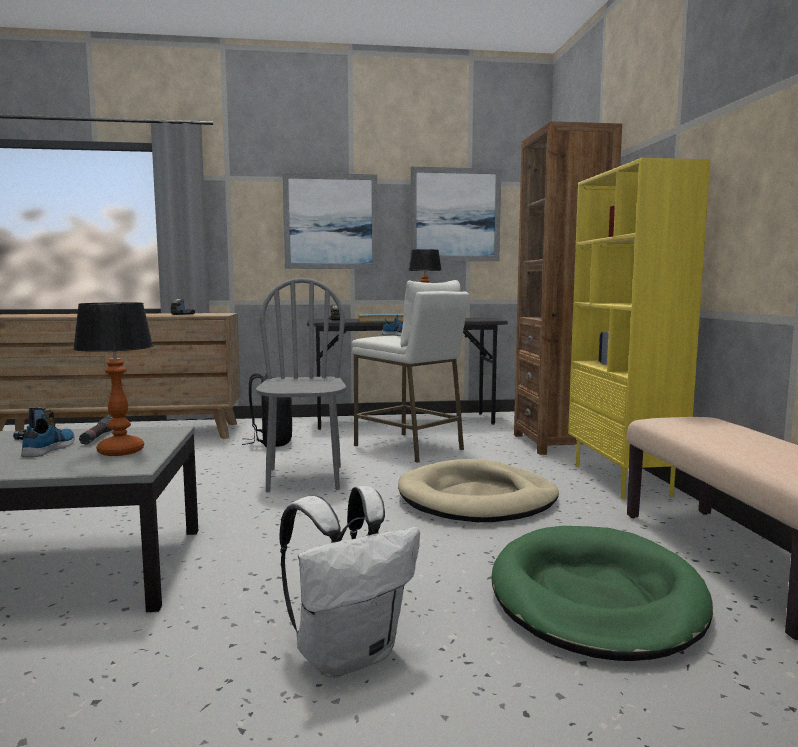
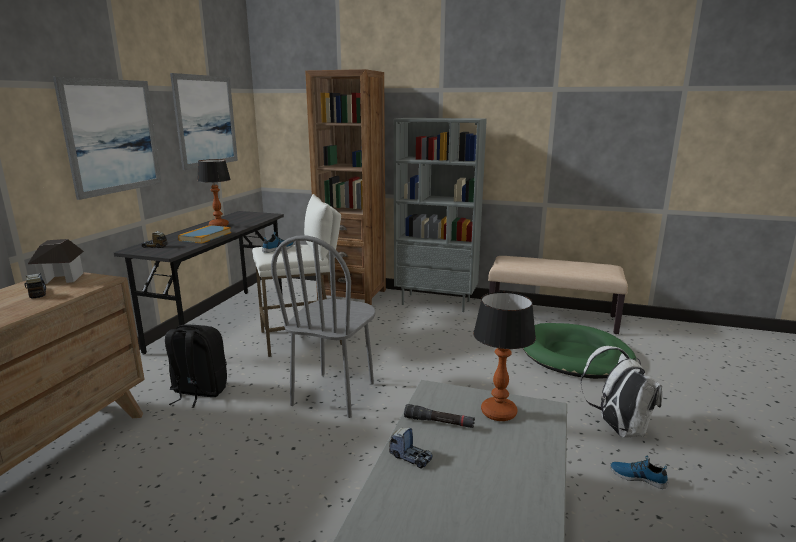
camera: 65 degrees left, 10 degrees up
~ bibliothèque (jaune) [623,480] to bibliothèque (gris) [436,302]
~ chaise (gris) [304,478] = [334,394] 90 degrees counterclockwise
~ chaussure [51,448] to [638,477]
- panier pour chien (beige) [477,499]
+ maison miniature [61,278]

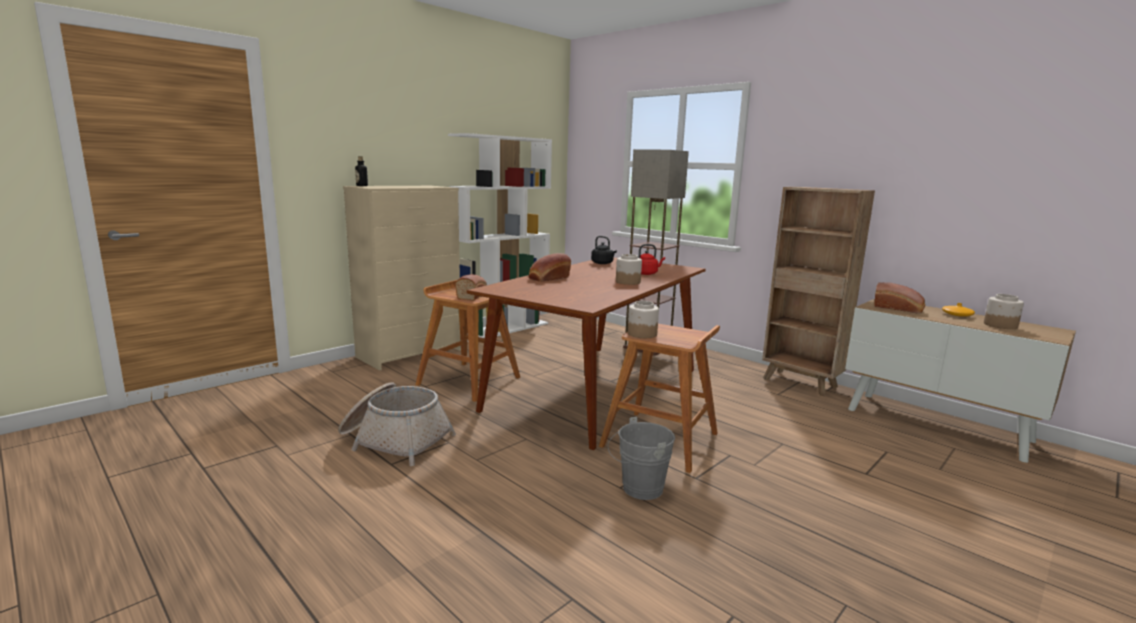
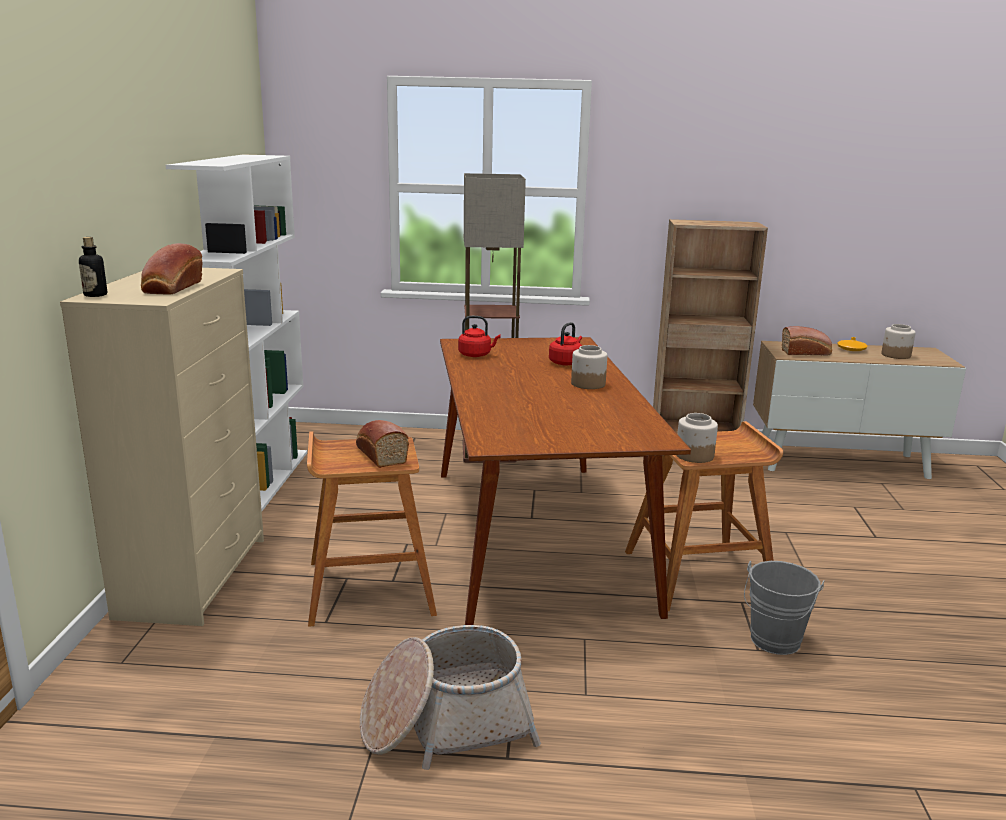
camera: 40 degrees left, 5 degrees up
~ bouilloire (noir) [603,263] to bouilloire (rouge) [476,355]
~ pain [548,278] to [172,288]

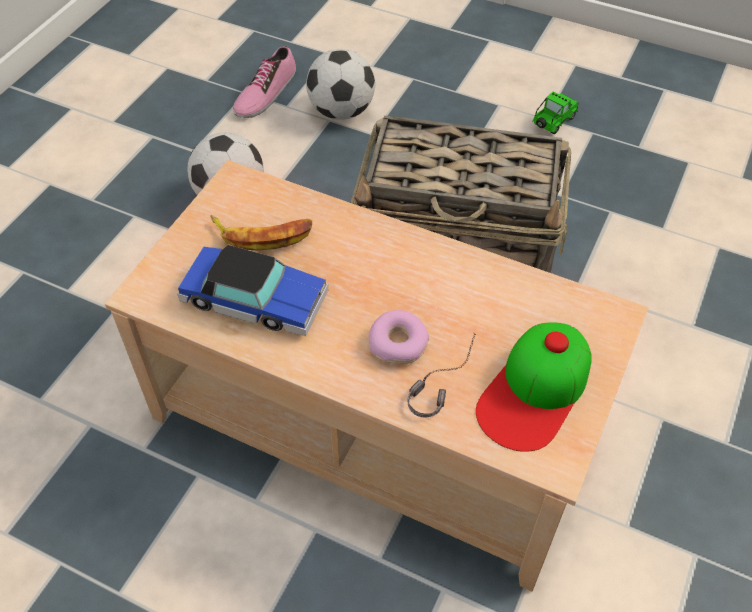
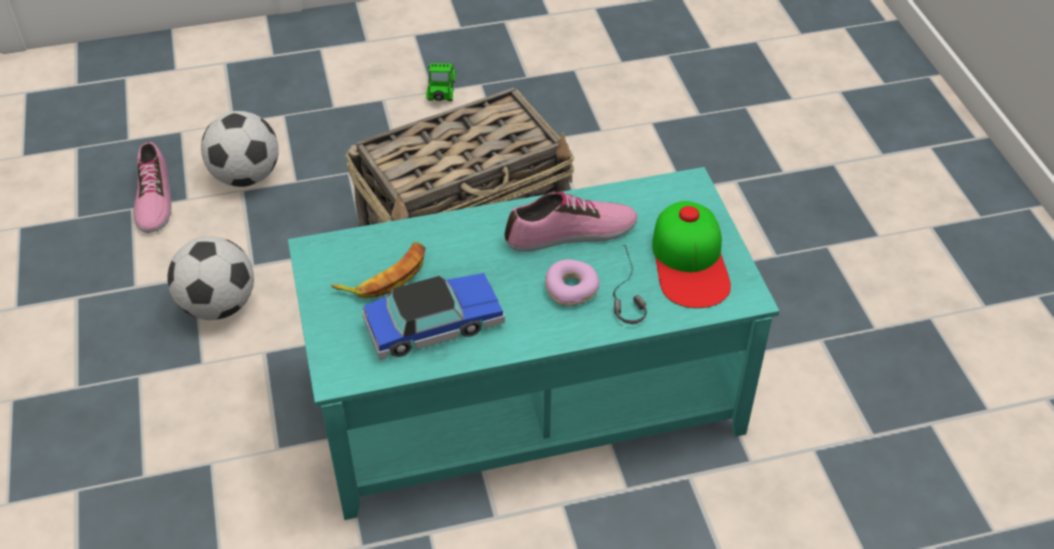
camera: 40 degrees left, 5 degrees down
~ table basse (beige) [378,416] to table basse (turquoise) [526,394]
+ chaussure [571,234]

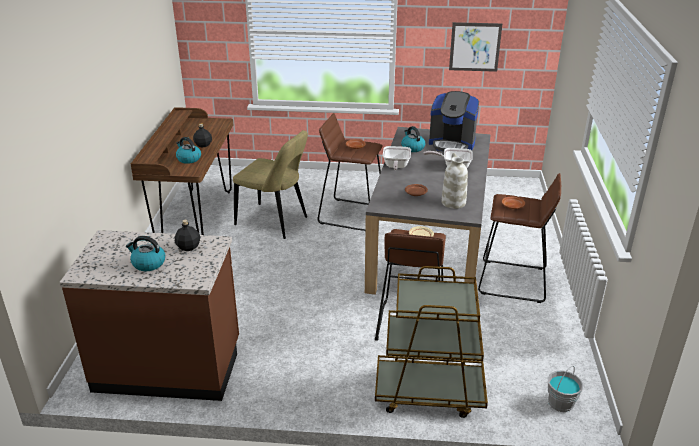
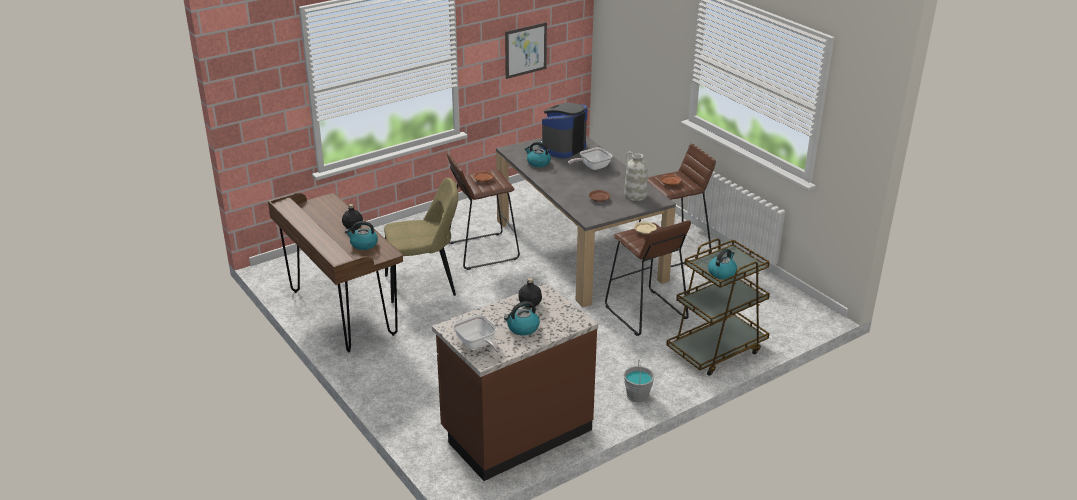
camera: 40 degrees left, 0 degrees up
~ machine à café [452,143] = [562,148] 150 degrees clockwise
~ poêle [395,166] to [477,345]
~ seau (gris) [561,403] to [638,395]
+ bouilloire [722,273]

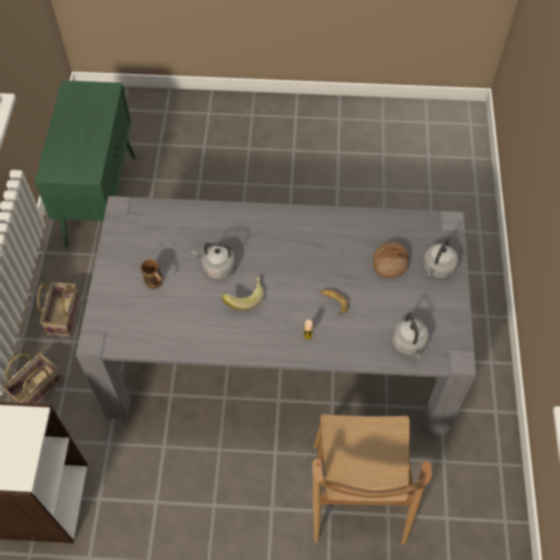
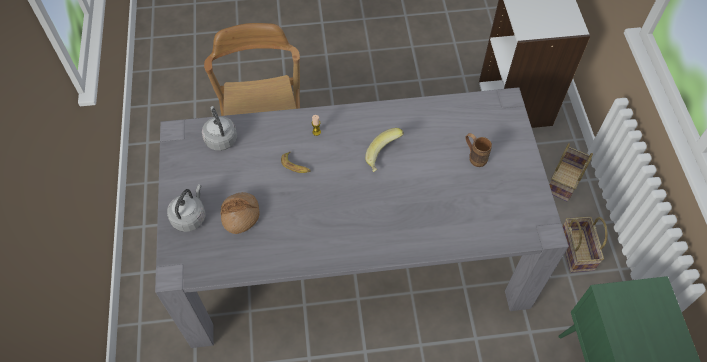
camera: 170 degrees right, 0 degrees up
- bouilloire (gris) [217,268]

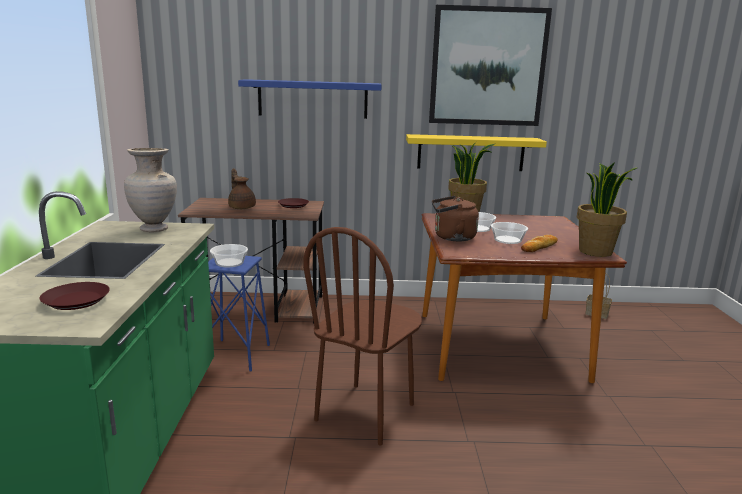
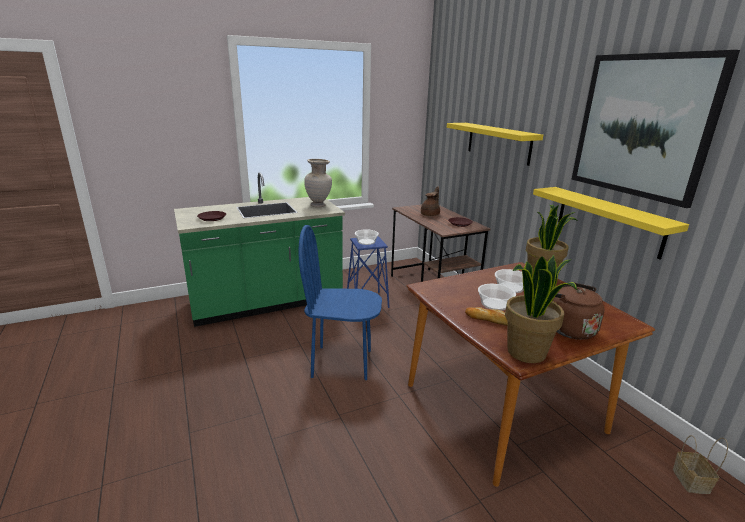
camera: 65 degrees right, 5 degrees up
~ étagère (bleu) [313,99] to étagère (jaune) [498,143]
~ bouilloire (marron) [452,237] to [567,328]
~ chaise (marron) [366,412] to chaise (bleu) [342,363]

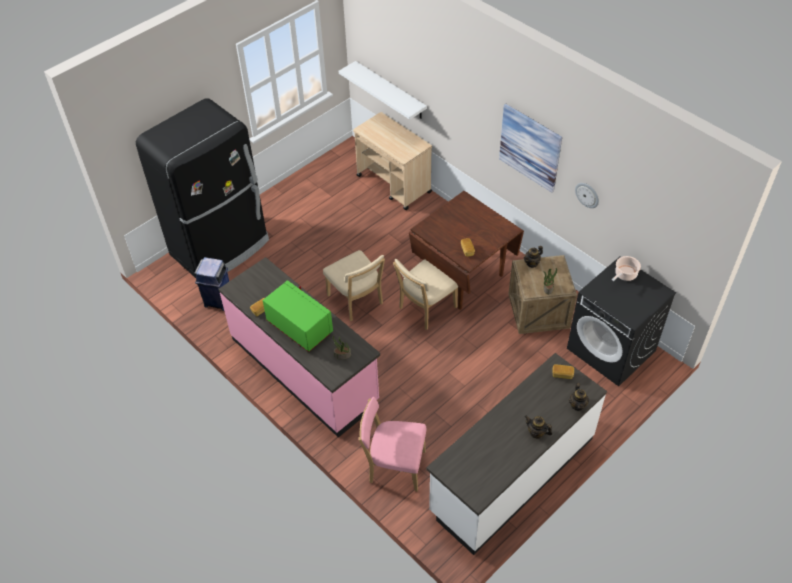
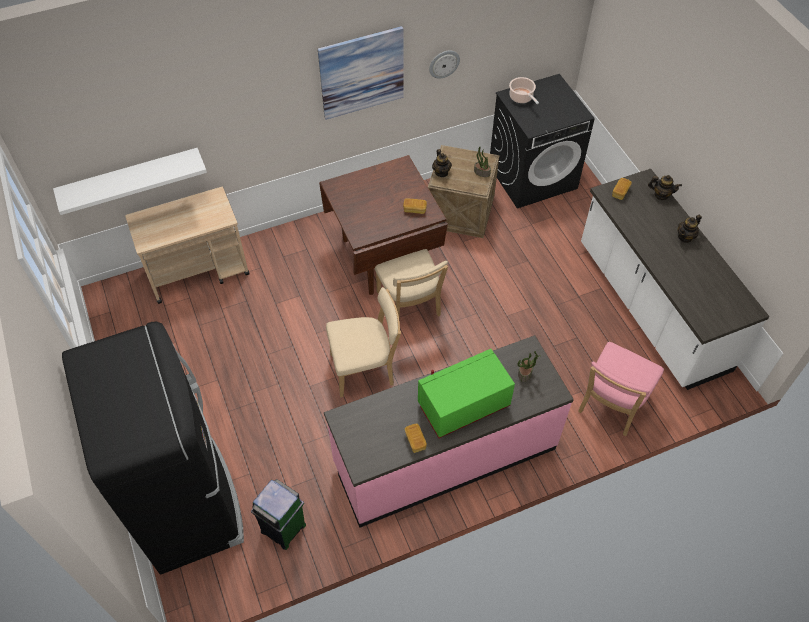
camera: 70 degrees left, 5 degrees up
~ poubelle (bleu) [218,301] to poubelle (vert) [284,529]

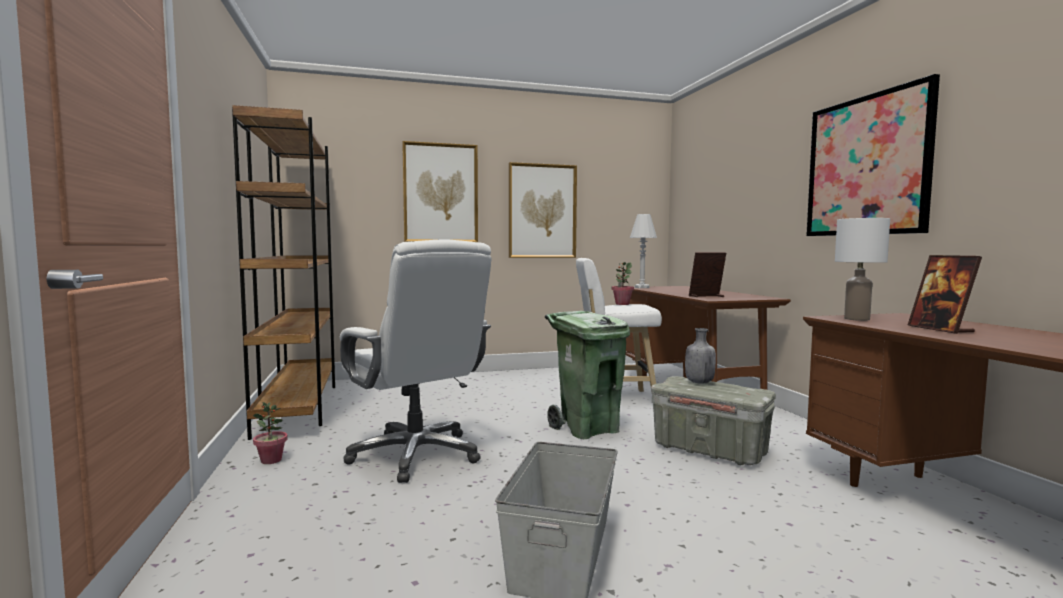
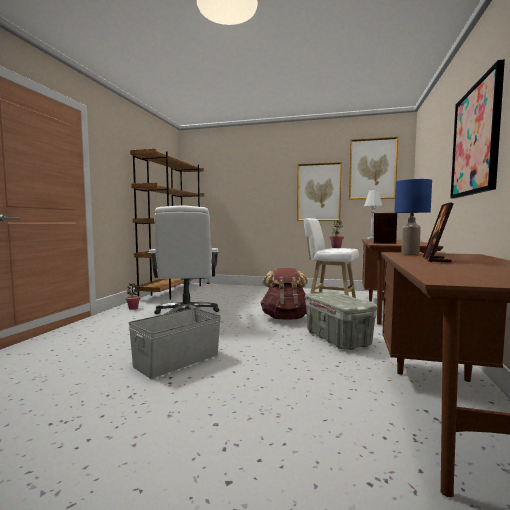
camera: 30 degrees right, 0 degrees up
~ tableau [440,193] to [372,169]
~ lampe de table (blanc) [857,319] to lampe de table (bleu) [410,254]
~ poubelle (vert) [587,429] to sac à dos (marron) [285,318]
- bouteille (gris) [698,382]

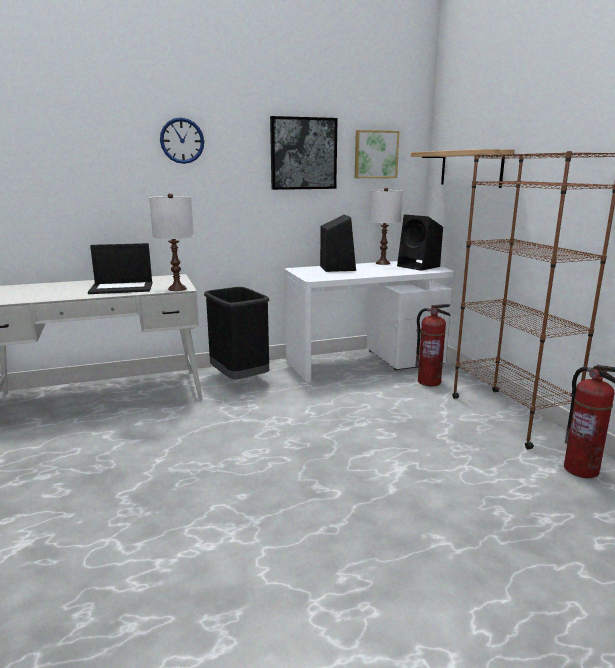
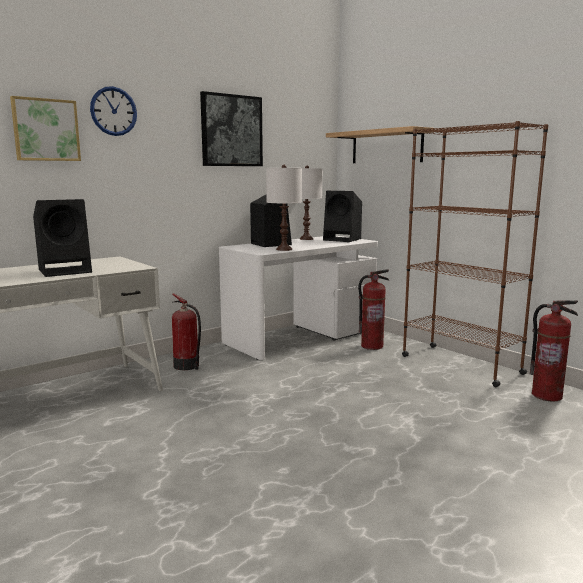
camera: 20 degrees left, 5 degrees down
~ tableau [375,154] to [46,130]
~ lampe de table (blanc) [177,289] to [284,249]
~ ordinateur portable [122,288] to enceinte (noir) [66,271]
~ poubelle (noir) [240,379] to extincteur [187,366]

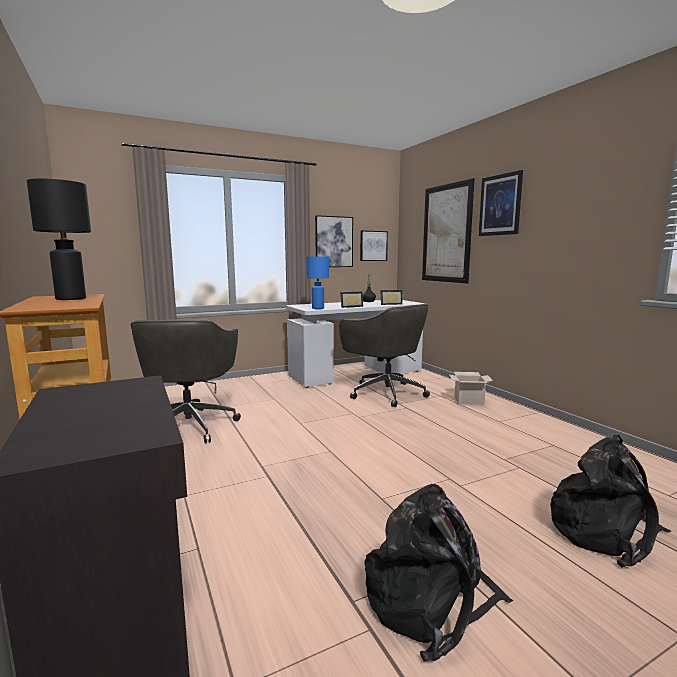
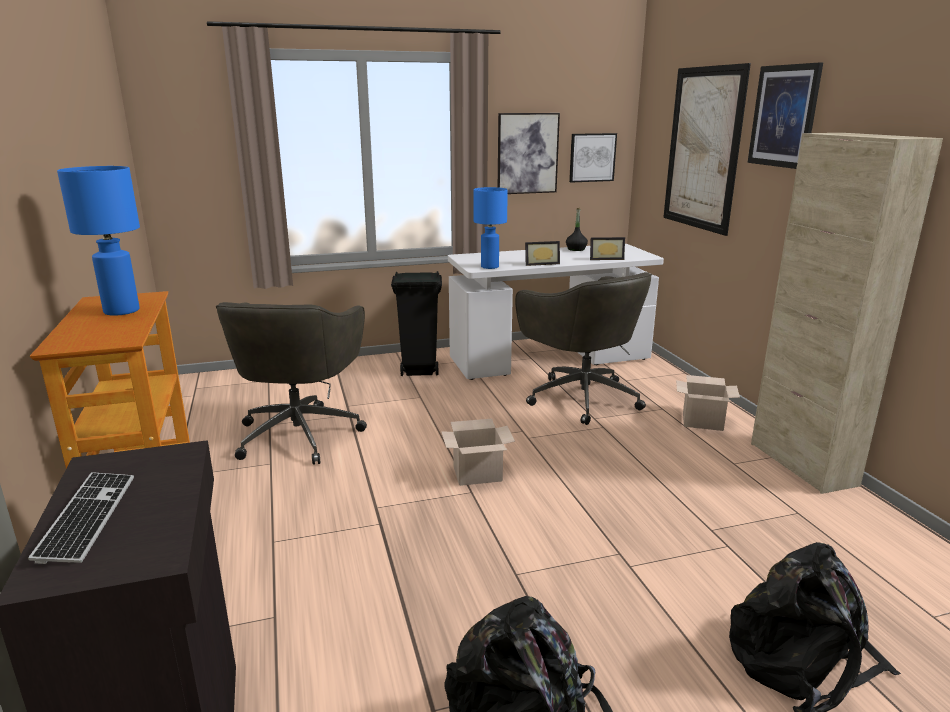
camera: 10 degrees right, 10 degrees up
~ lampe de table (noir) [70,299] to lampe de table (bleu) [121,311]
+ meuble de rangement (beige) [802,464]
+ poubelle (noir) [419,371]
+ carton [478,473]
+ clavier [88,518]

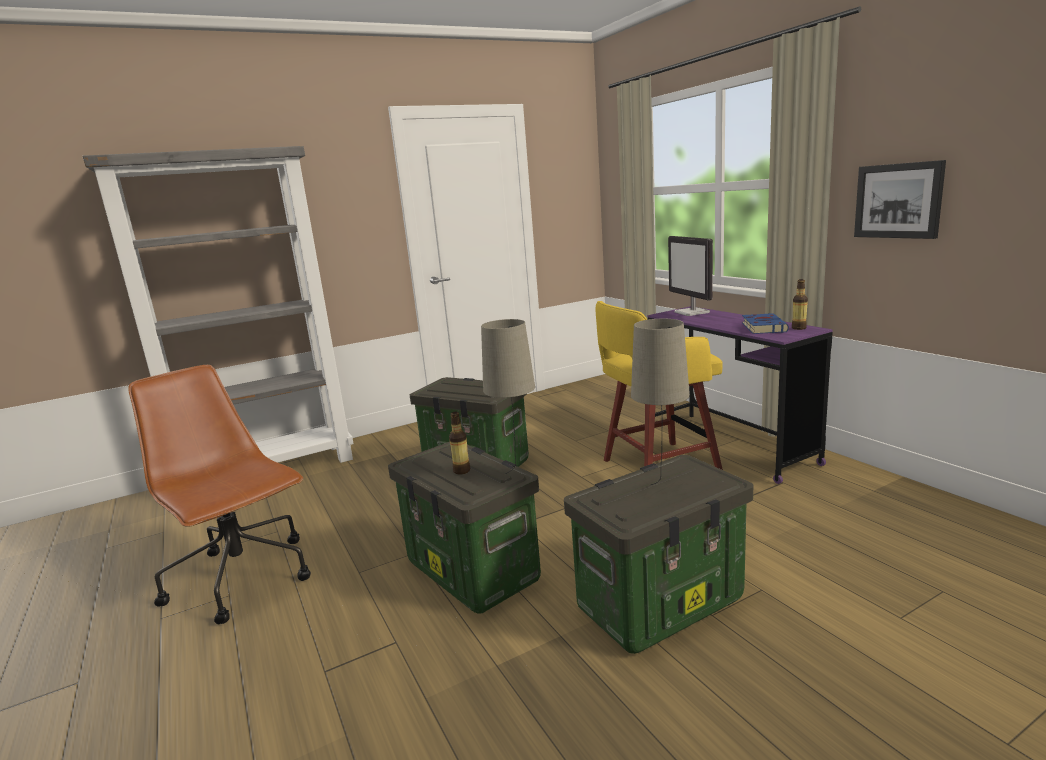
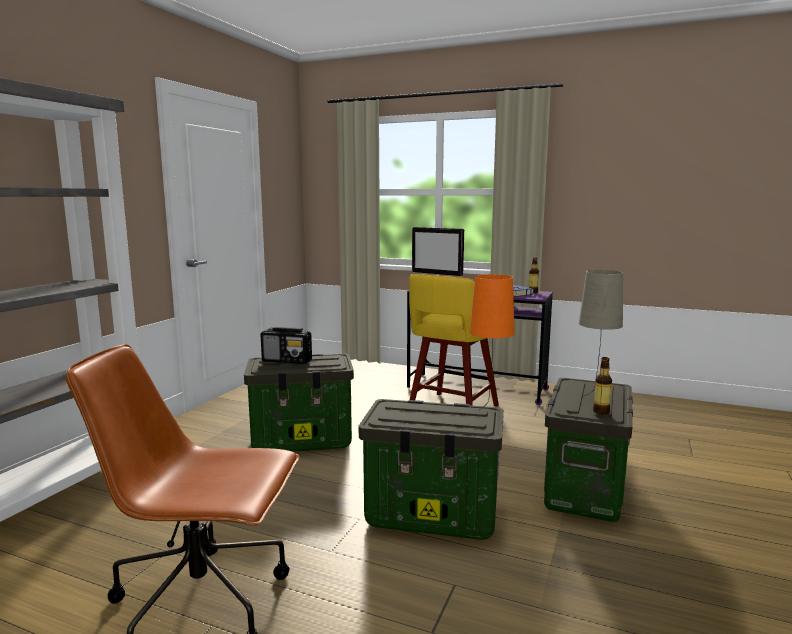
camera: 40 degrees left, 5 degrees down
- tableau [898,200]
~ lampe de table (beige) [517,474] to lampe de table (orange) [489,408]
~ bouteille [461,471] to [601,411]
+ radio [287,361]

